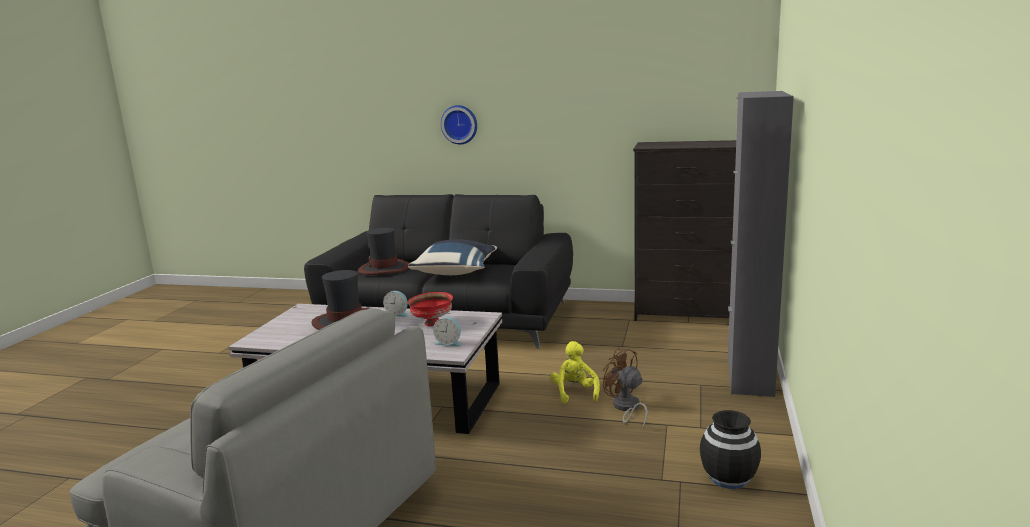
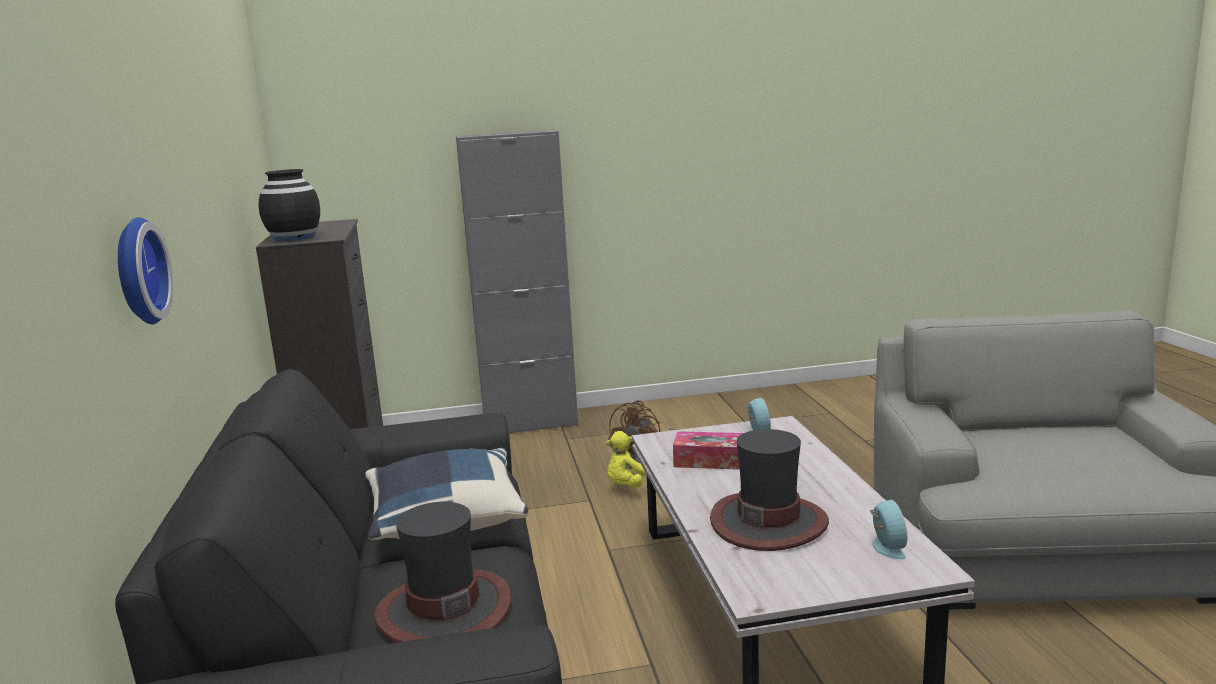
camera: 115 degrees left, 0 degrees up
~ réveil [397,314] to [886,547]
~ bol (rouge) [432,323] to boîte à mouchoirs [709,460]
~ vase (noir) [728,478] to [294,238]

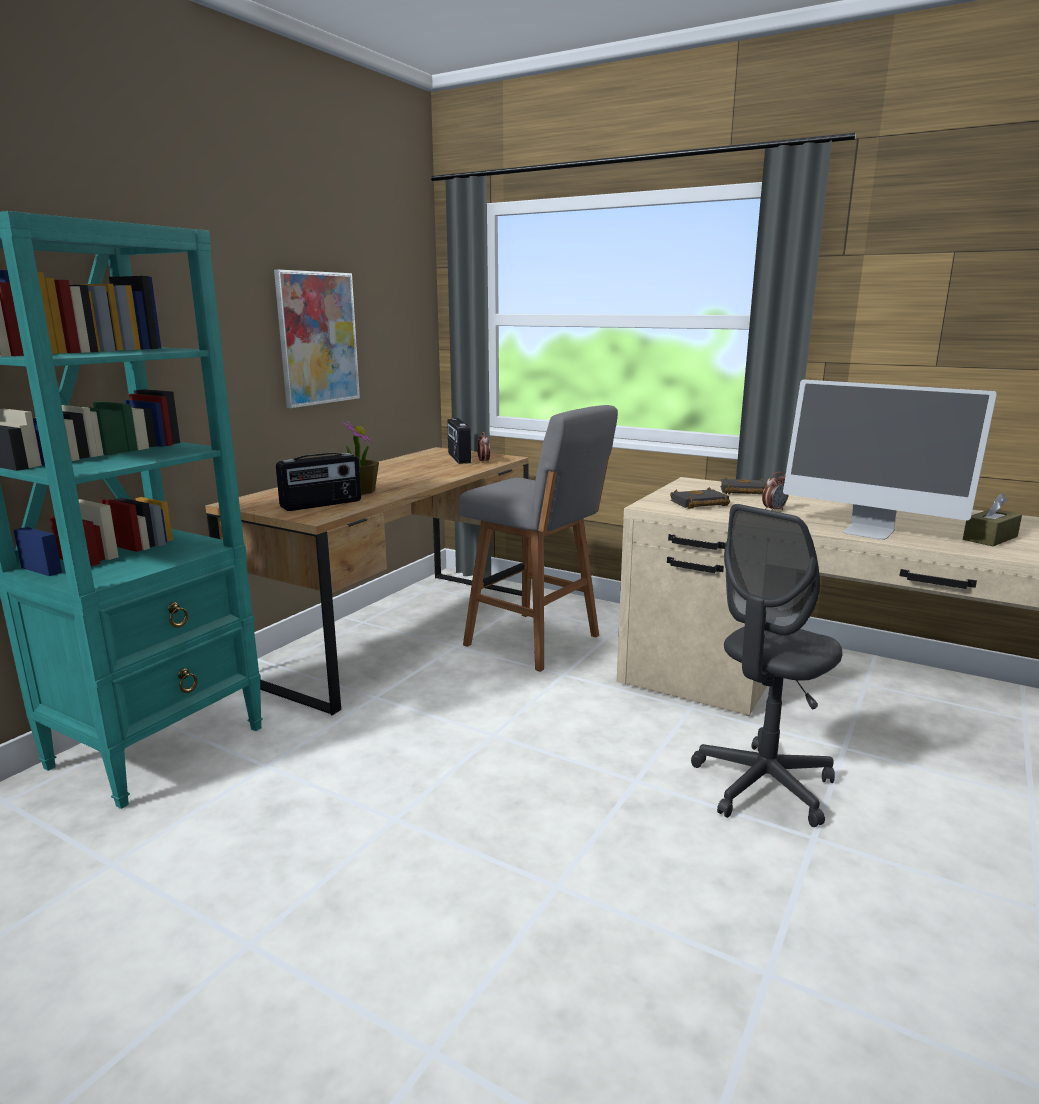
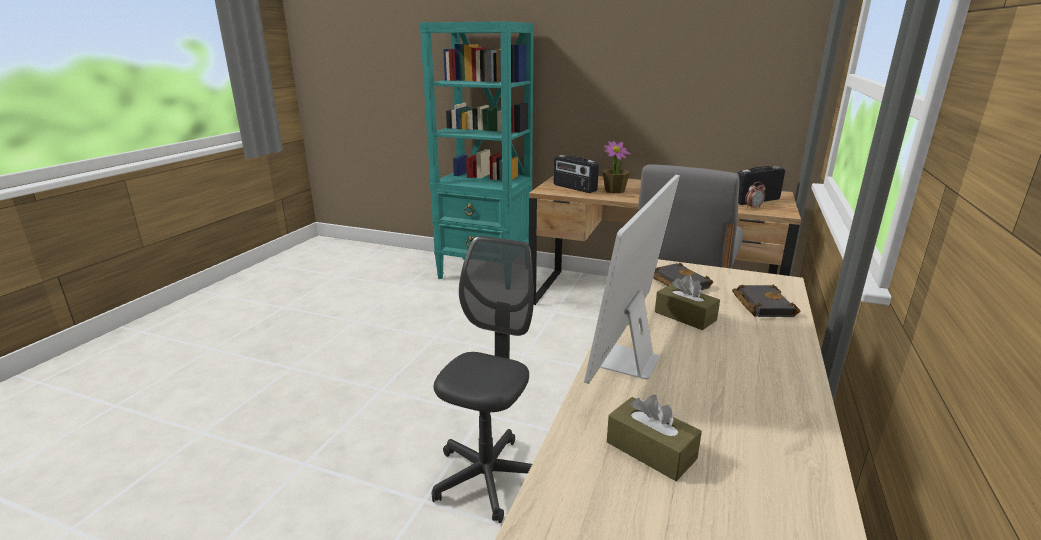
camera: 80 degrees right, 5 degrees up
- tableau [318,338]
~ réveil [774,510] to boîte à mouchoirs (marron) [685,316]
~ chaise de bureau (gris) [763,786] = [488,478] 75 degrees clockwise

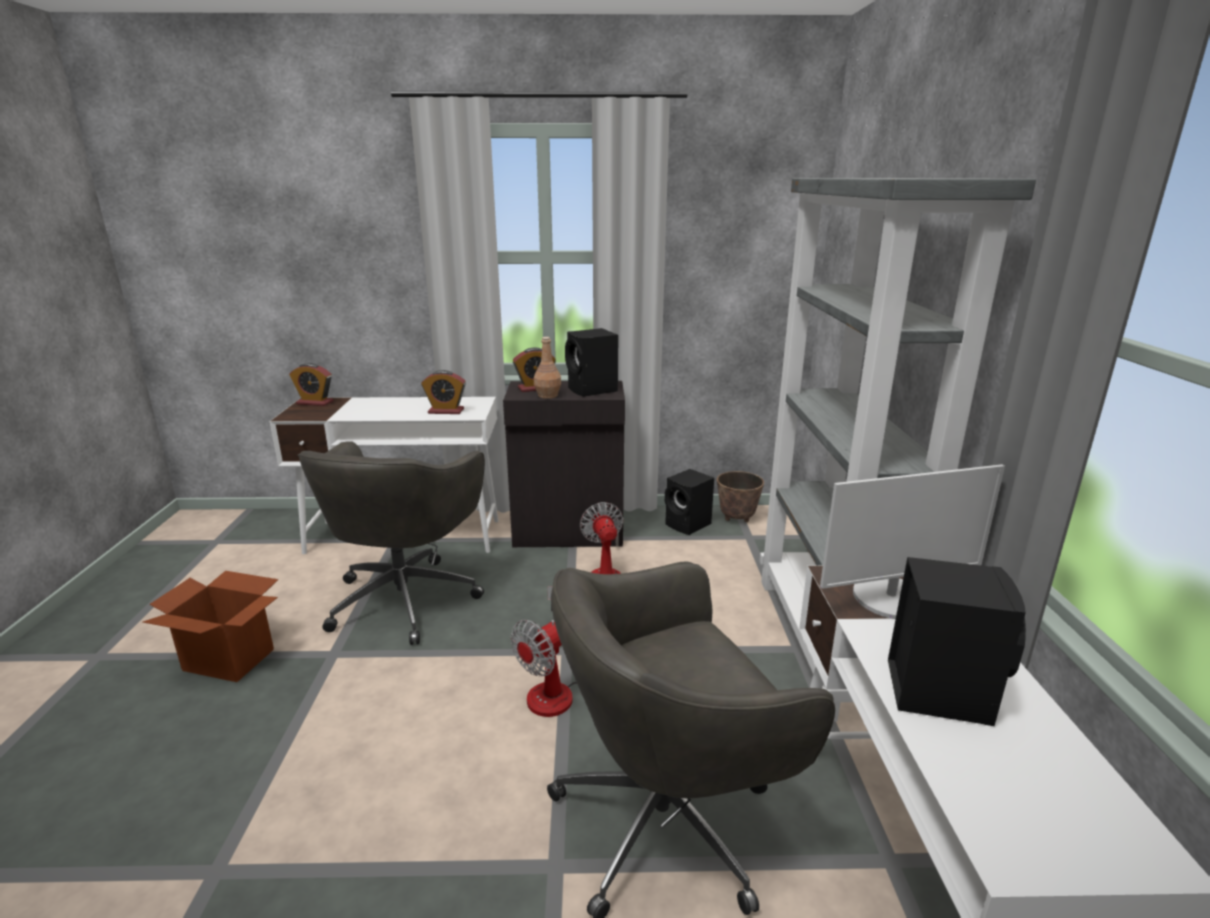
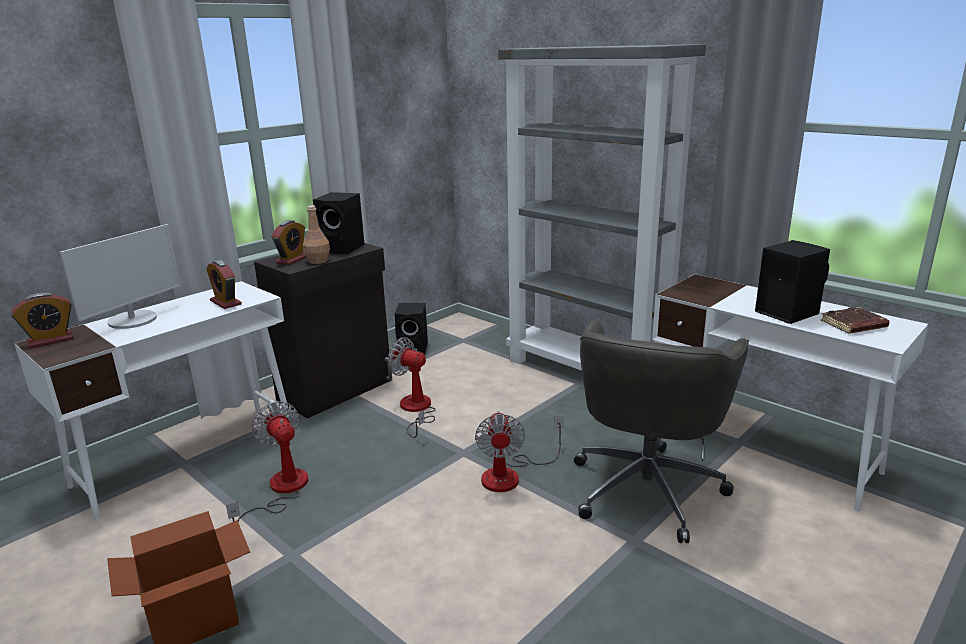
camera: 45 degrees left, 0 degrees up
~ réveil [446,411] = [225,302] 90 degrees clockwise
~ chaise de bureau (gris) [406,597] to ventilateur [281,490]
~ écran d'ordinateur [891,598] to [133,320]
- cache-pot [737,518]
+ livre (marron) [853,325]

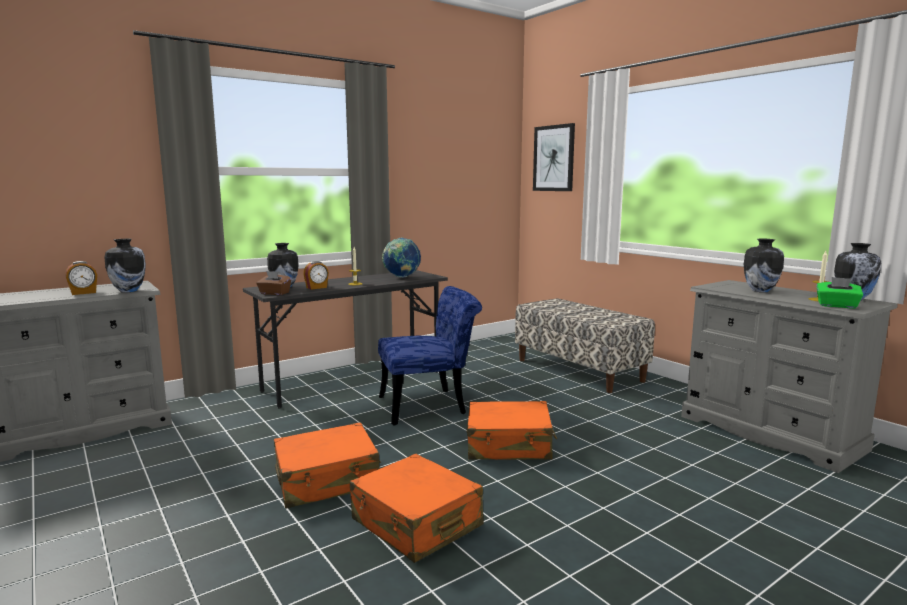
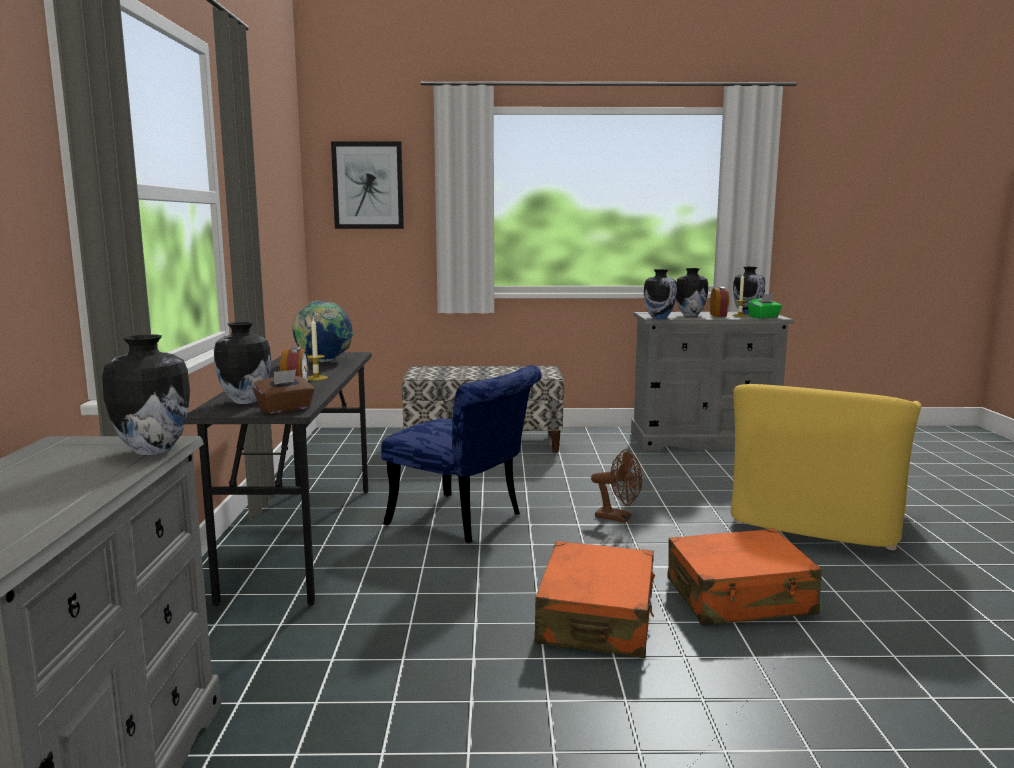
camera: 55 degrees left, 0 degrees up
~ réveil [83,293] to [718,315]
~ chaise (bleu) [430,405] = [464,521] 105 degrees clockwise
~ valise (orange) [509,445] to ventilateur (marron) [618,518]
+ vase [659,318]
+ fauteuil (jaune) [815,522]

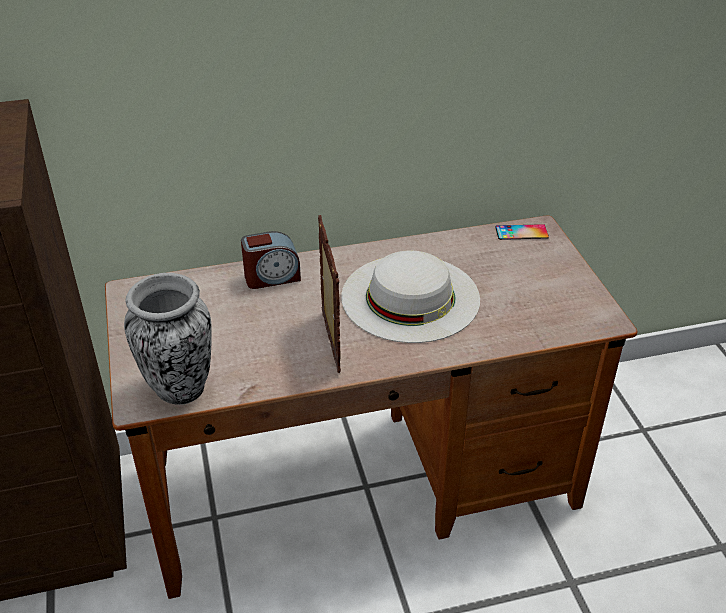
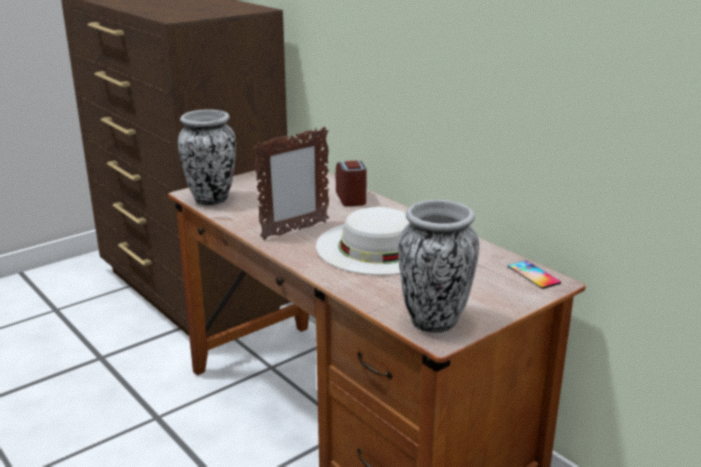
camera: 65 degrees right, 15 degrees down
~ réveil [272,277] = [351,198] 150 degrees counterclockwise
+ vase [433,321]

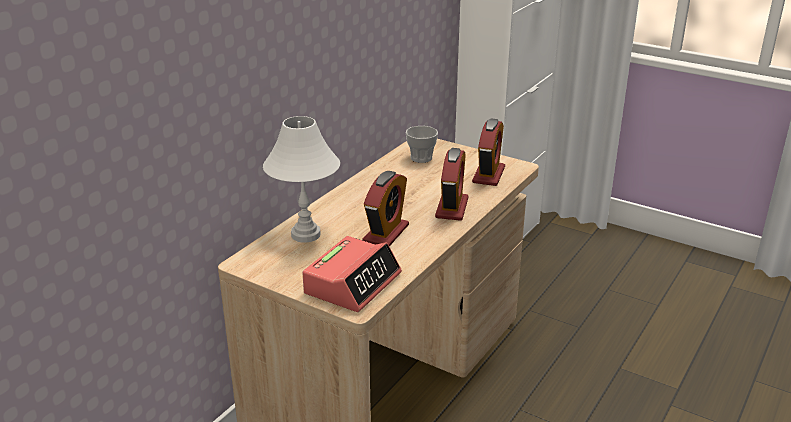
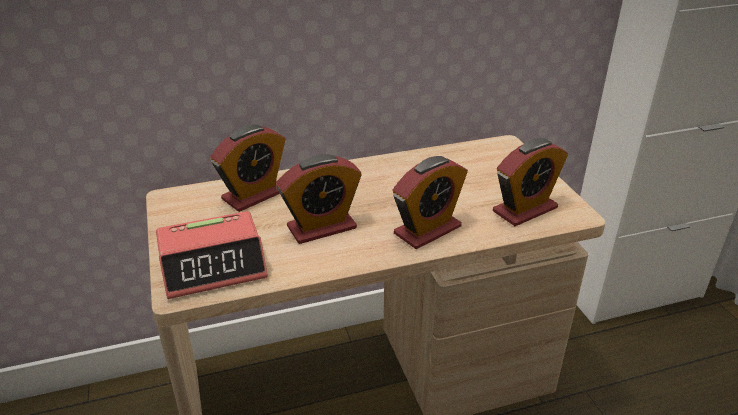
camera: 40 degrees right, 5 degrees up
~ lampe de table (blanc) [306,235] to réveil [254,195]
- tasse [421,158]

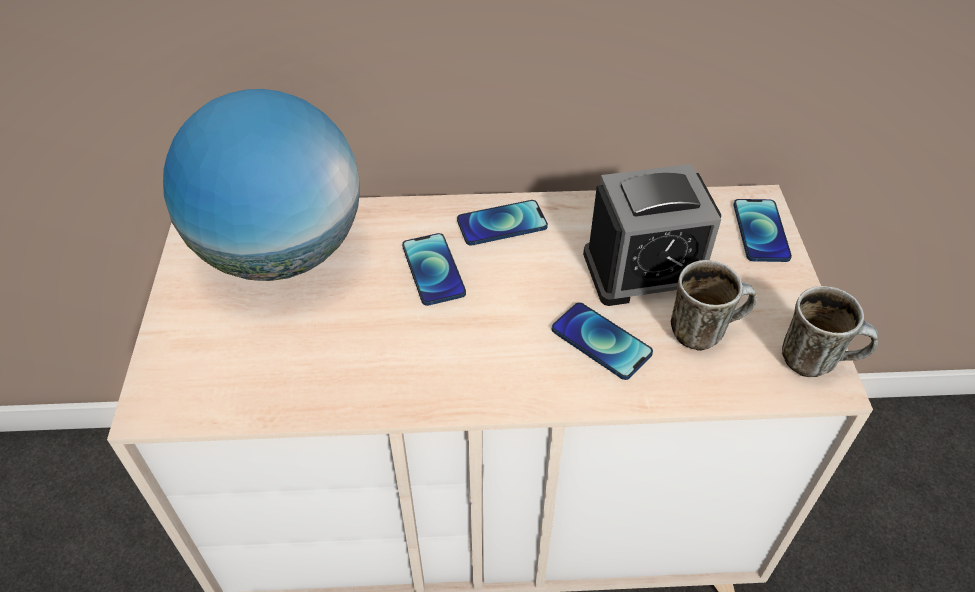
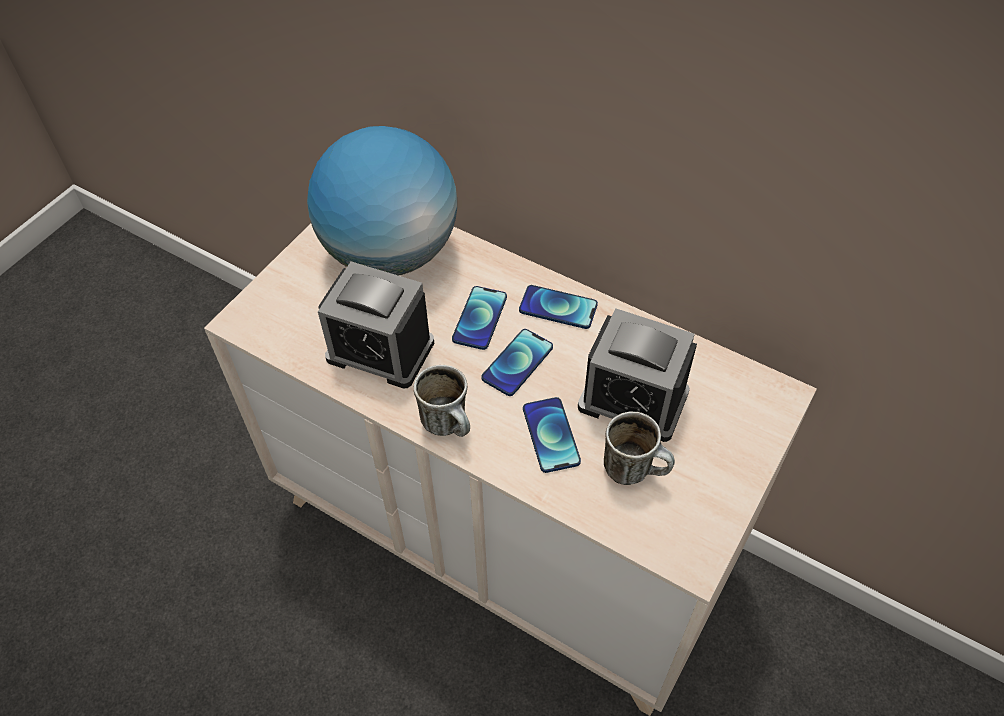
camera: 35 degrees right, 5 degrees up
~ téléphone [760,231] to [517,363]
~ mug [817,360] to [450,425]
+ réveil [380,350]

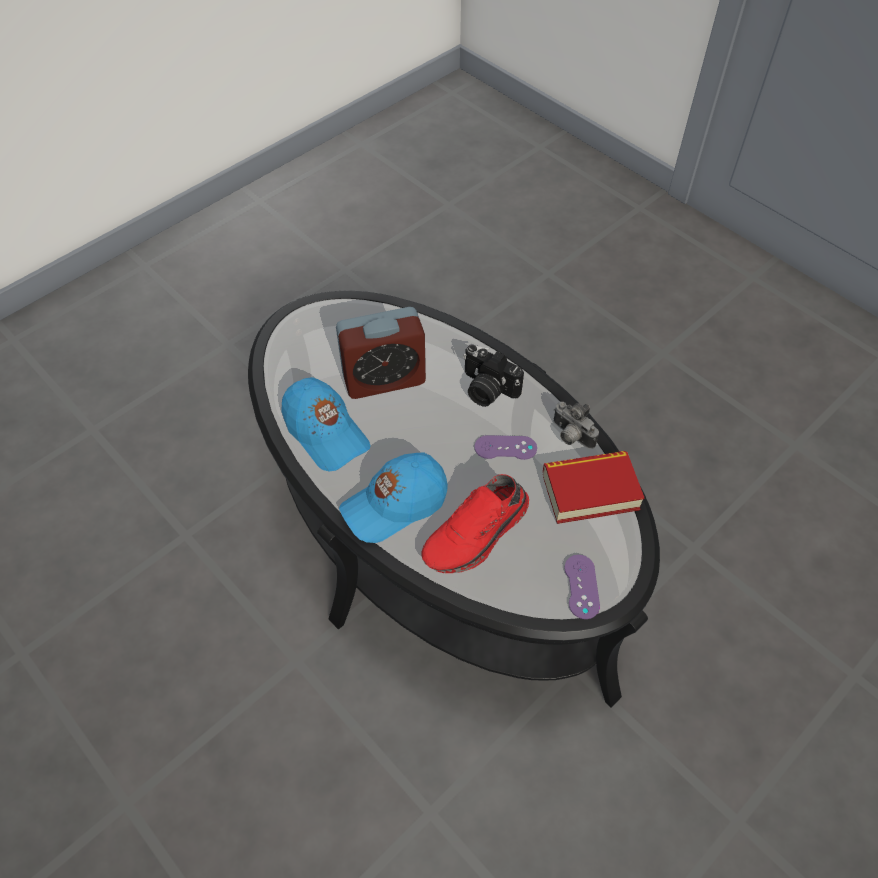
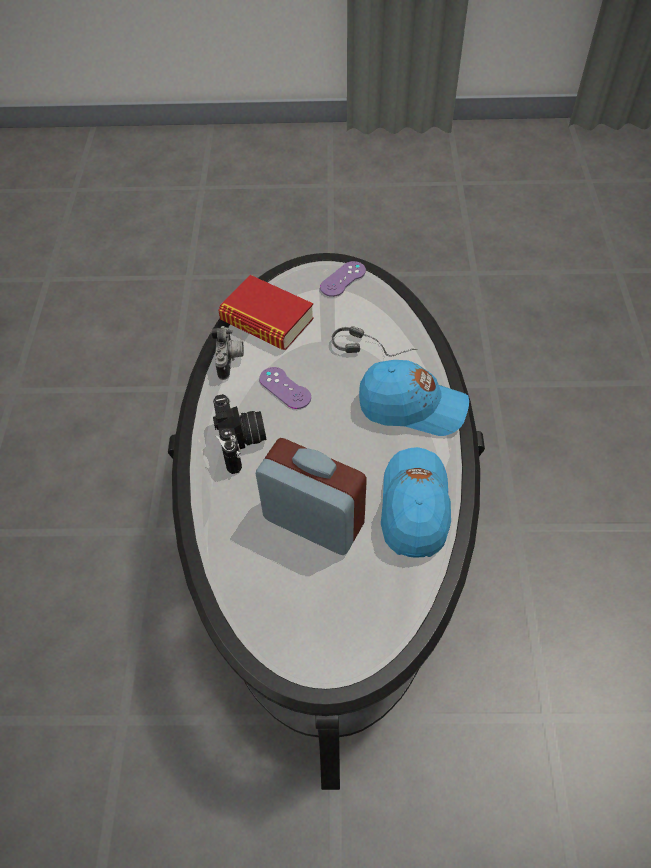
camera: 135 degrees left, 0 degrees up
~ chaussure (rouge) [477,535] to casque audio [374,347]

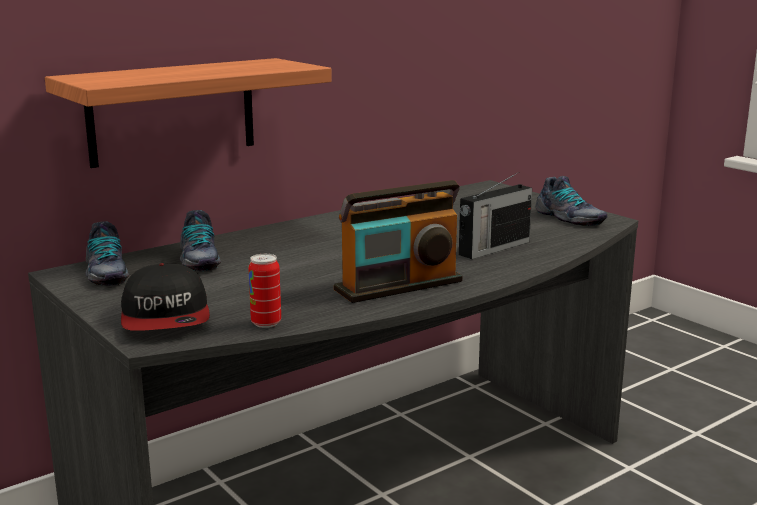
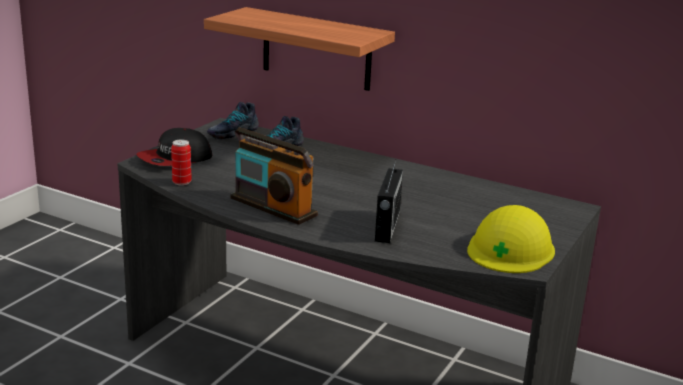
camera: 65 degrees right, 5 degrees up
~ radio [493,248] = [387,227] 105 degrees counterclockwise
~ chaussure [569,218] to casque de chantier (jaune) [510,249]

